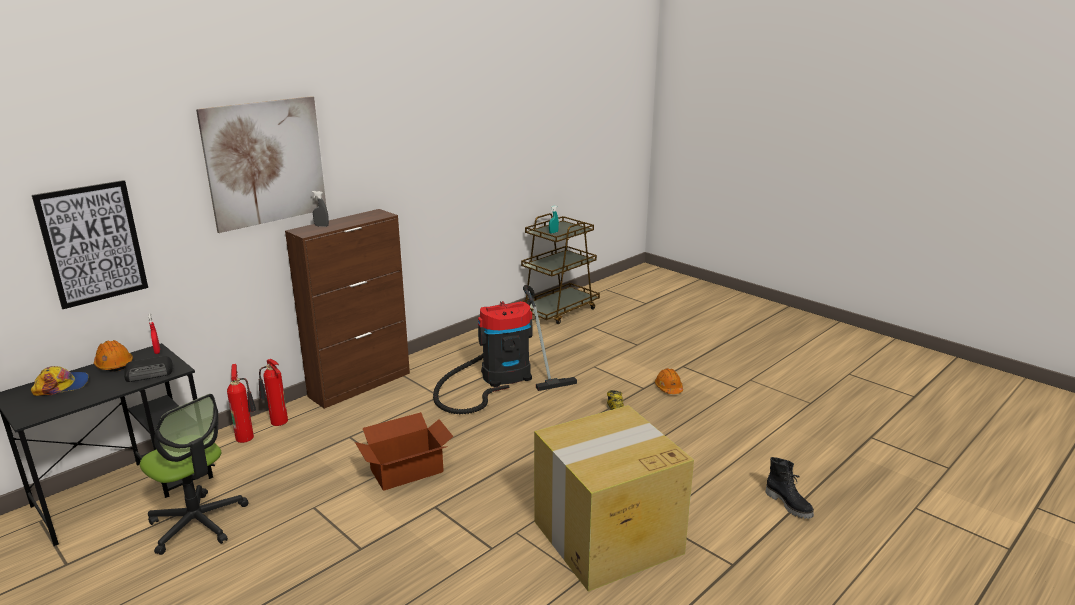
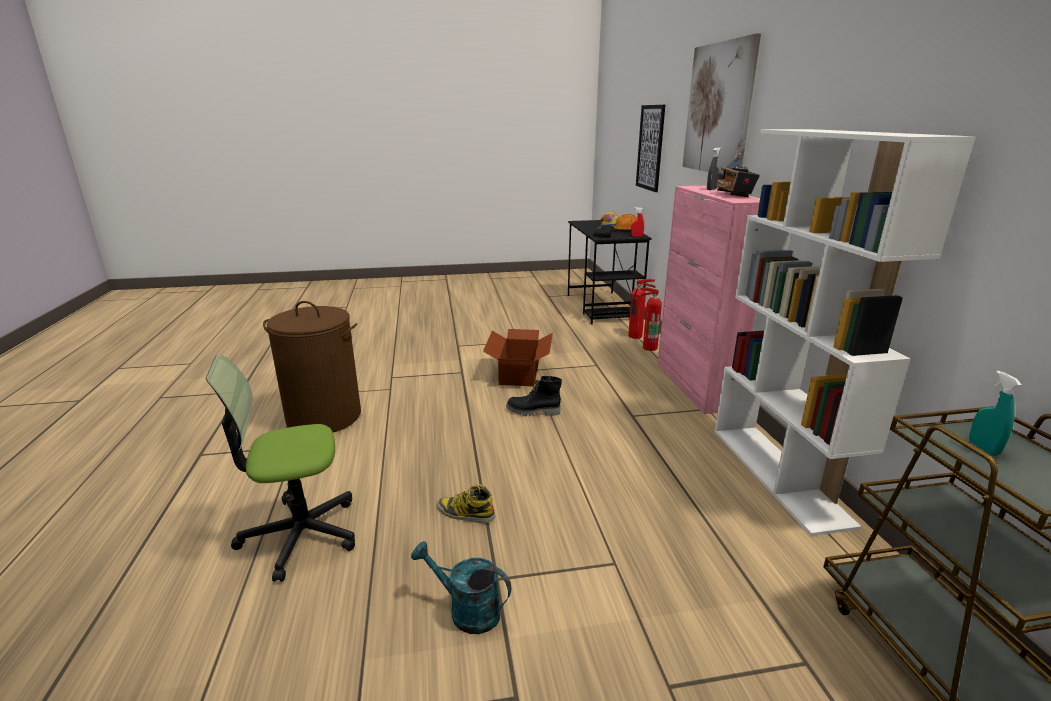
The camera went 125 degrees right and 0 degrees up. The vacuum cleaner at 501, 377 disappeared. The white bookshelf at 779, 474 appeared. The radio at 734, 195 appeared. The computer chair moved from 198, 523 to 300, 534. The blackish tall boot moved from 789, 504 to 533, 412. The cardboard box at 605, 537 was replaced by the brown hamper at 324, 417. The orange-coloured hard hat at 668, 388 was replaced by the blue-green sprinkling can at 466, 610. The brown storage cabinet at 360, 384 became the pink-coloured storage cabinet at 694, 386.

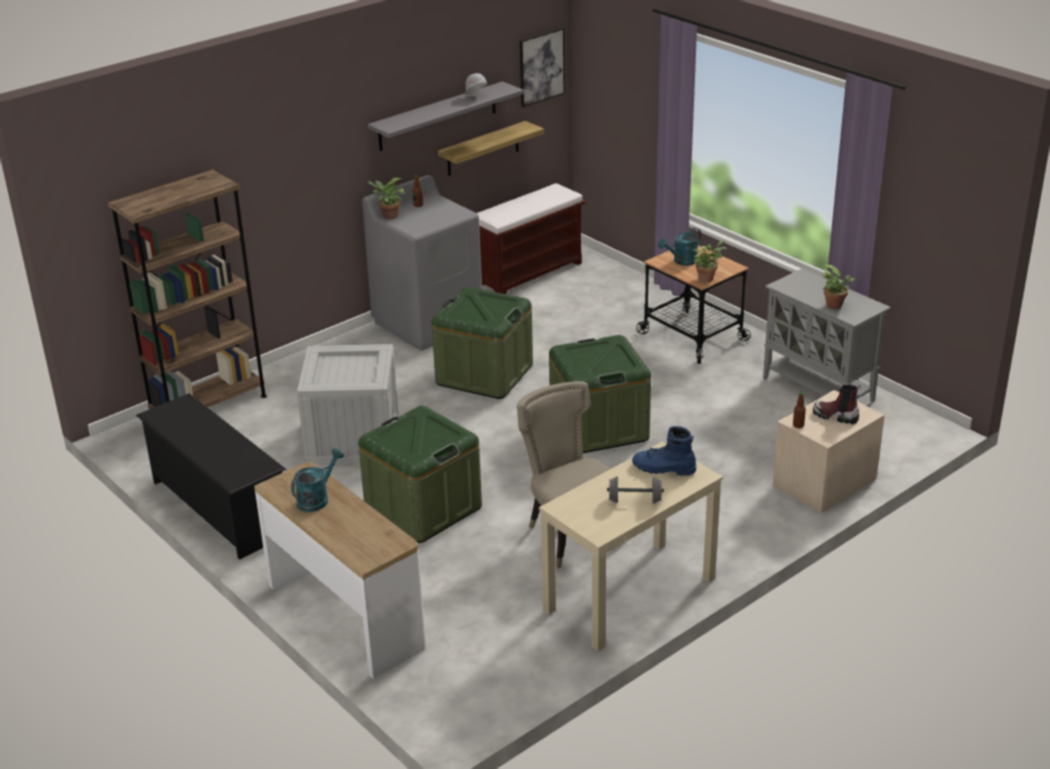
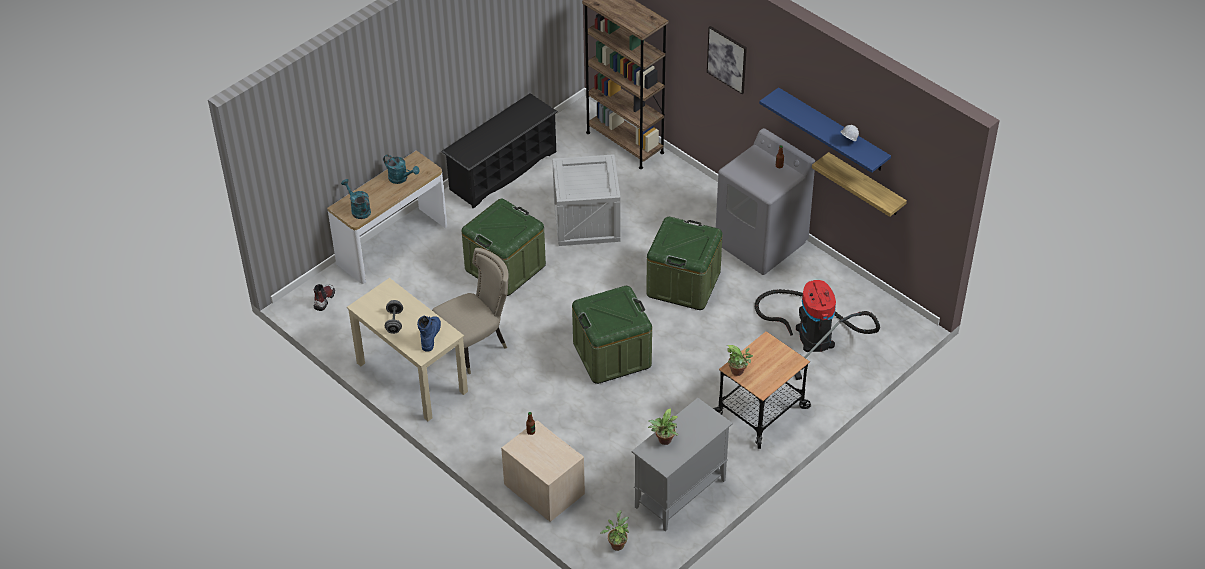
The camera went 85 degrees right and 15 degrees up. The brown indoor bench at 528, 273 disappeared. The vacuum cleaner at 812, 333 appeared. The plant in a pot moved from 388, 216 to 617, 544. The wall art moved from 541, 67 to 727, 59. The blue-green sprinkling can moved from 681, 261 to 358, 210. The tall boot moved from 835, 416 to 324, 299. The greyish wall shelf at 438, 116 became the blue wall shelf at 832, 130.

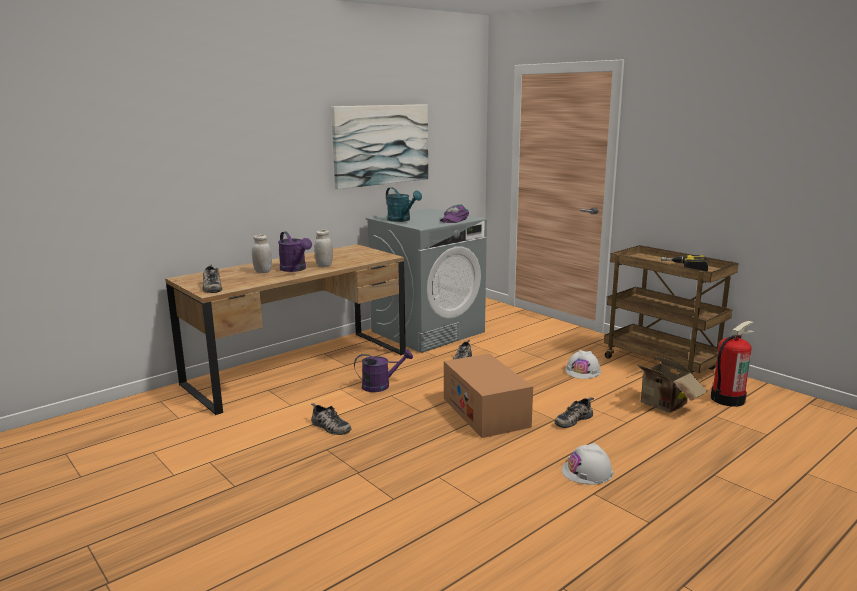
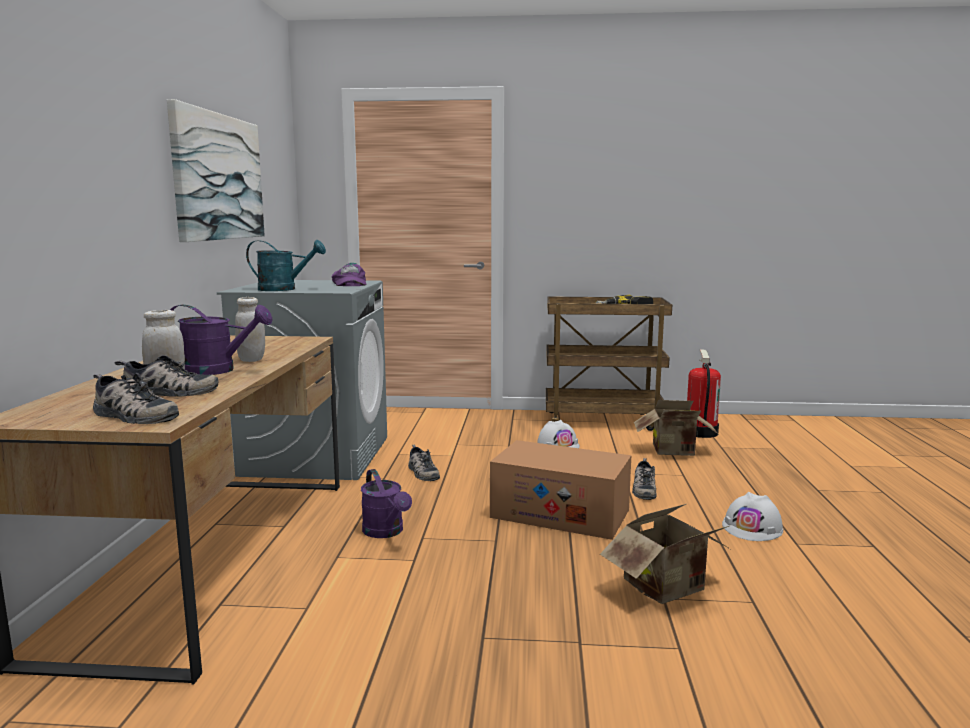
The camera went 45 degrees left and 5 degrees down. The cardboard box at 669, 589 appeared. The shoe moved from 329, 427 to 168, 393. The purple-coloured sprinkling can at 381, 386 turned 120 degrees clockwise.

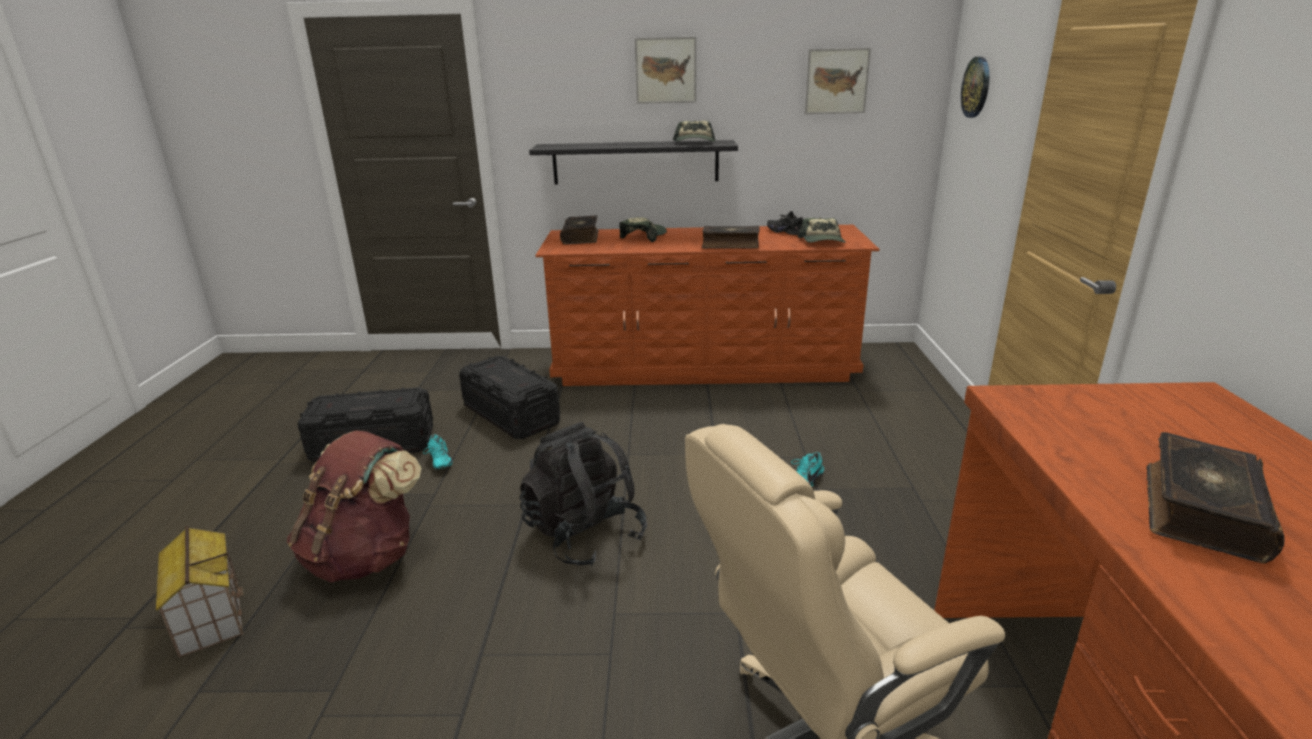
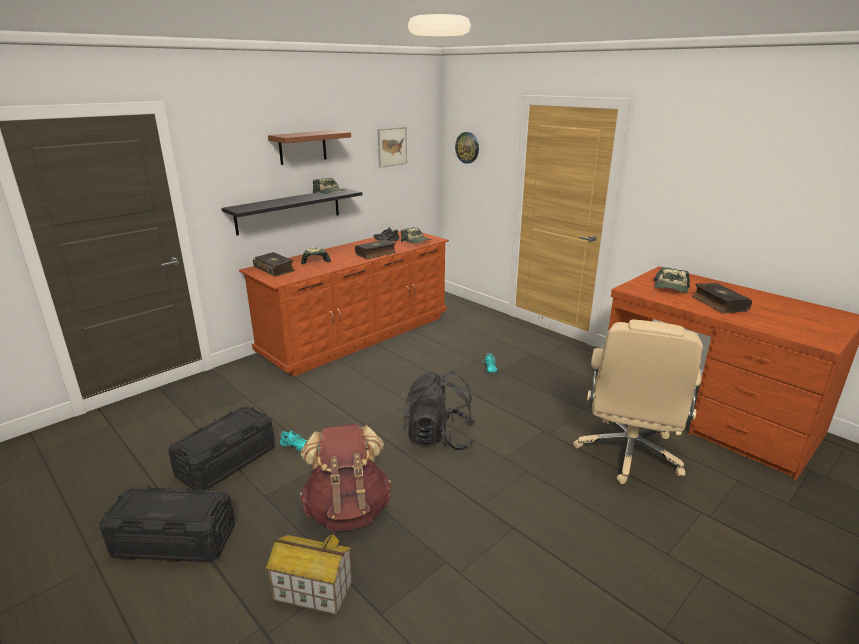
The camera went 45 degrees left and 0 degrees up. The cap at 671, 288 appeared. The blackish storage box moved from 511, 414 to 174, 540. The wall art at 665, 70 was replaced by the brown wall shelf at 302, 147.

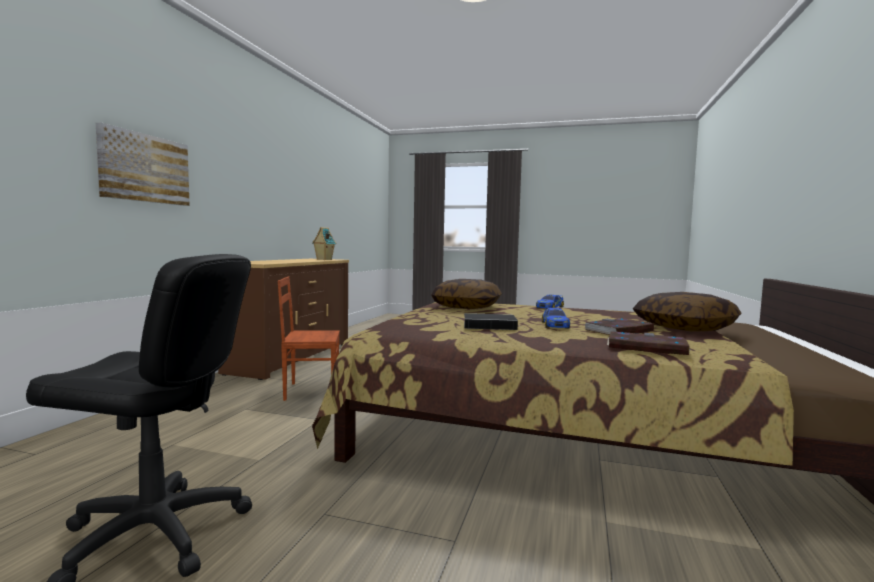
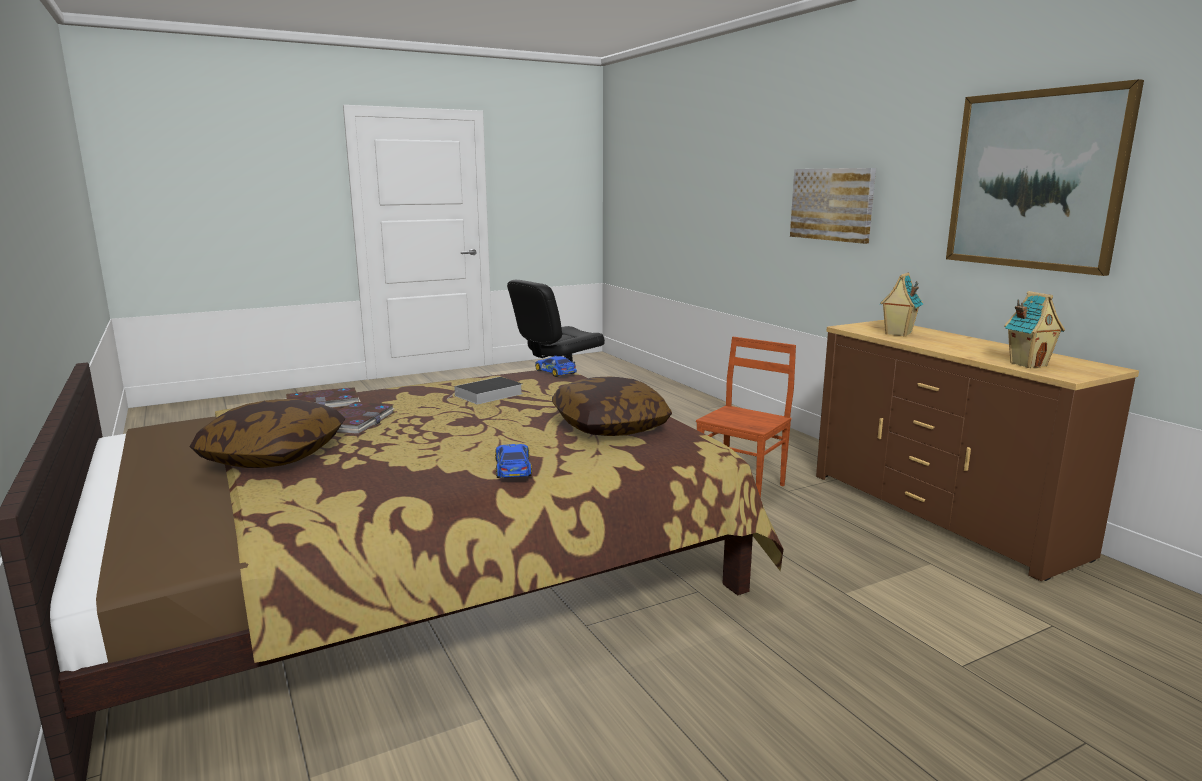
The camera went 135 degrees right and 10 degrees up. The toy house at 897, 334 appeared. The wall art at 1035, 180 appeared. The toy car moved from 555, 325 to 555, 372.

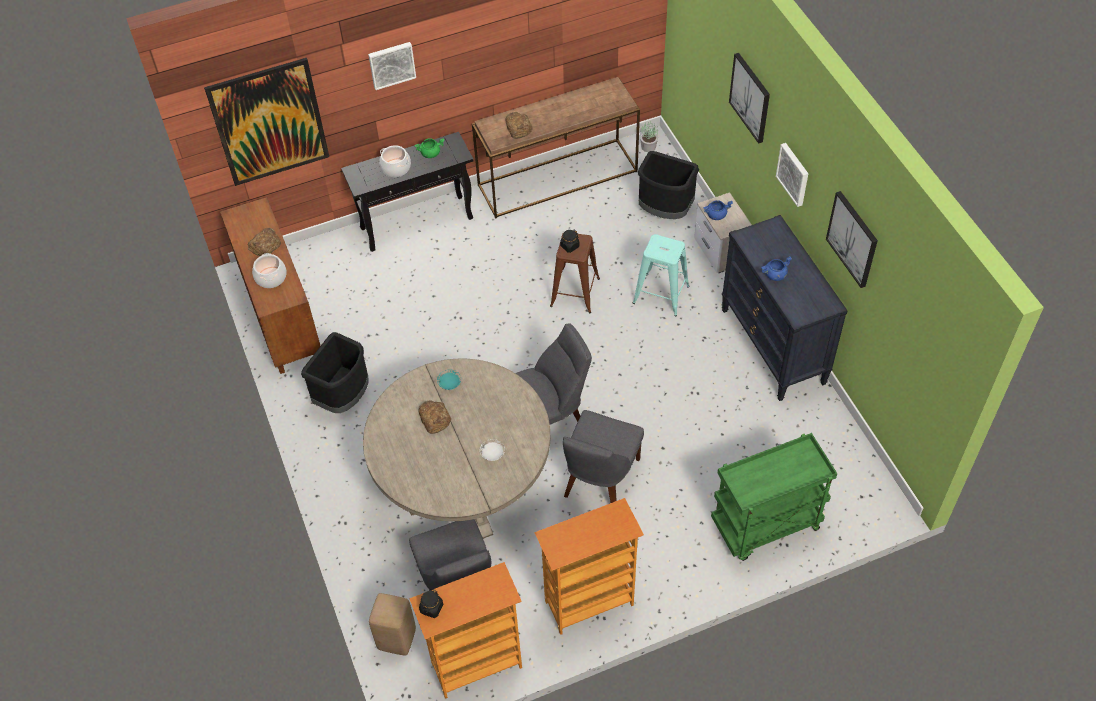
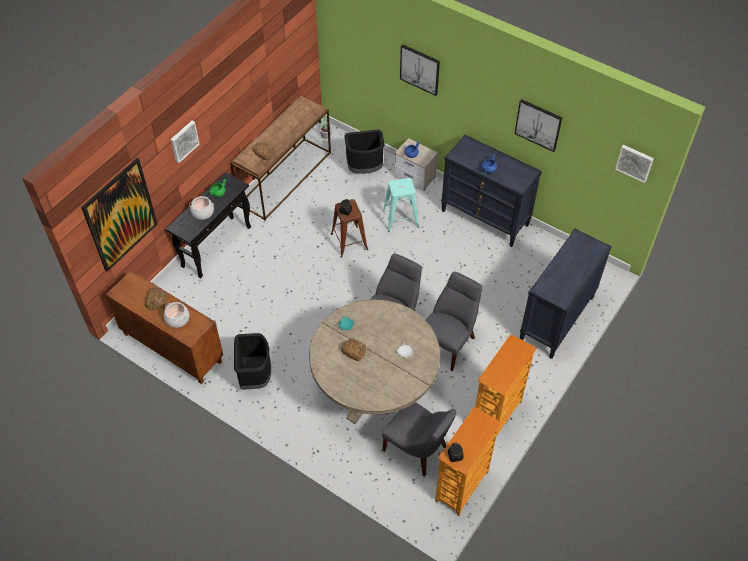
The camera went 35 degrees left and 0 degrees up. The sand-coloured stool seat at 396, 639 disappeared. The wall art moved from 794, 174 to 634, 162. The green-coloured wheeled cart at 765, 526 was replaced by the blackish dresser at 556, 319. The greyish chair at 599, 480 turned 135 degrees counterclockwise.

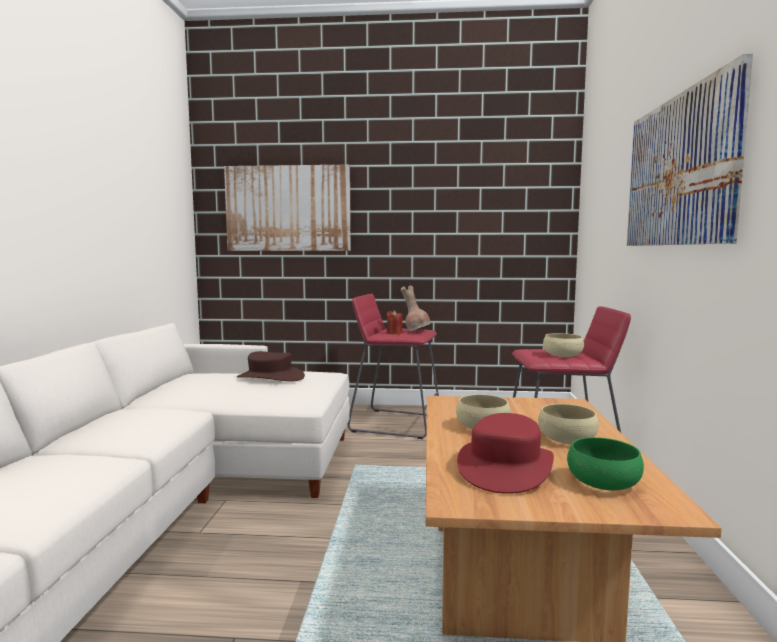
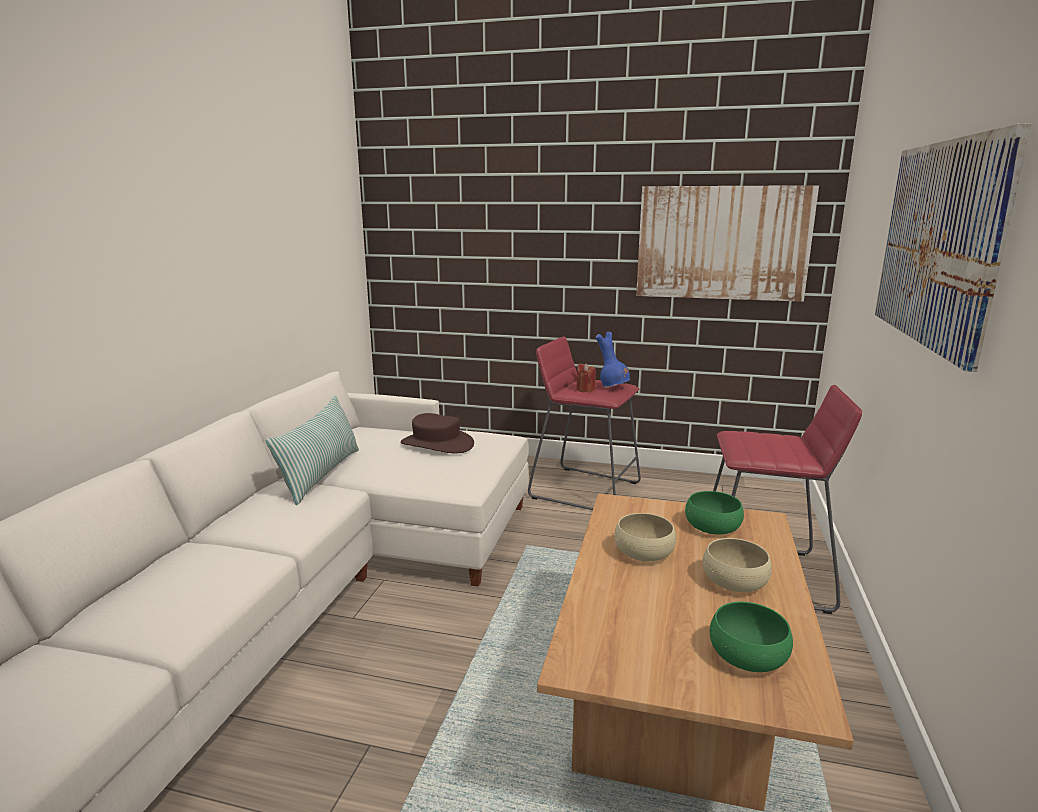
The camera went 10 degrees right and 10 degrees up. The red-coloured wearable hat at 505, 466 disappeared. The sand-coloured bowl at 562, 355 disappeared. The cushion at 321, 474 appeared. The green-coloured bowl at 712, 527 appeared. The wall art moved from 288, 208 to 722, 243. The brown flower vase at 416, 331 became the blue flower vase at 613, 387.

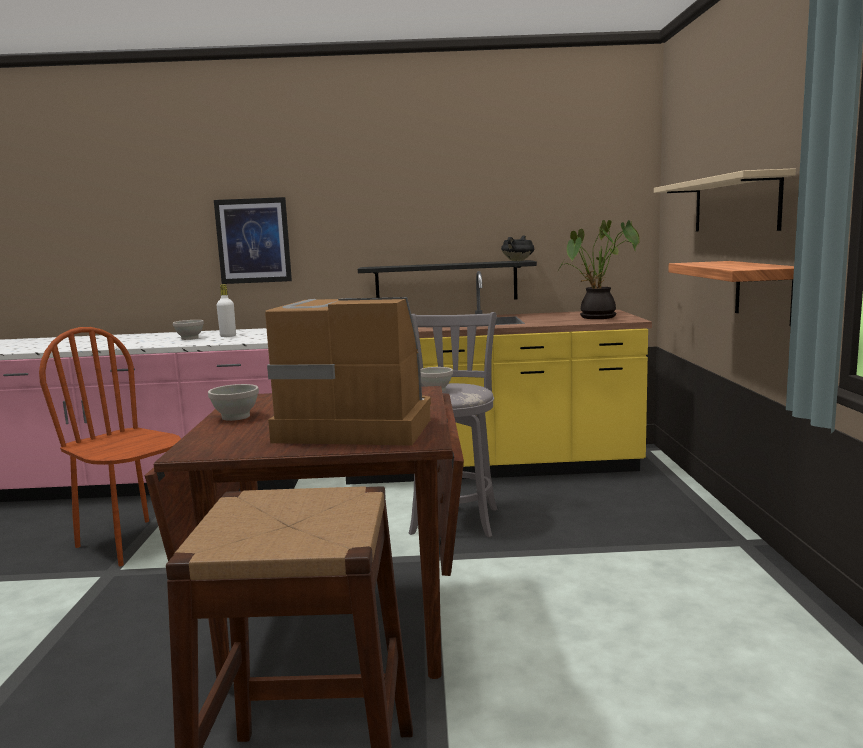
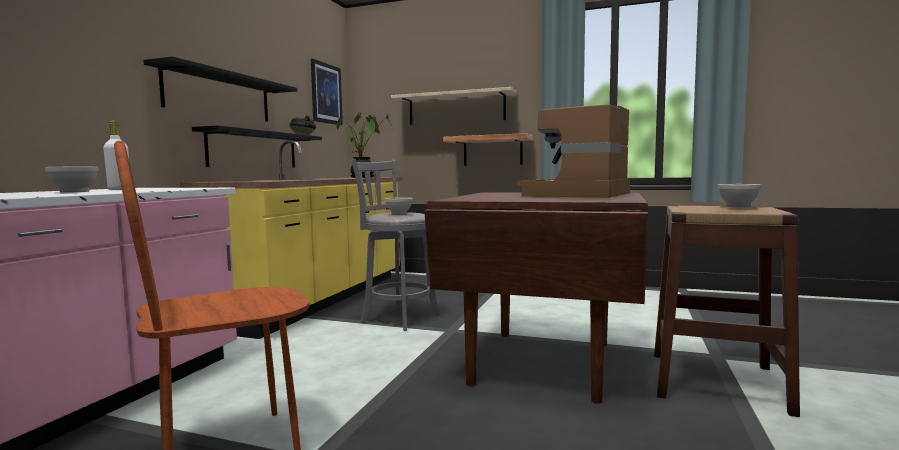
The camera went 70 degrees left and 5 degrees down. The blackish wall shelf at 219, 96 appeared. The white bowl moved from 235, 417 to 738, 206. The wall art moved from 253, 241 to 326, 93.

